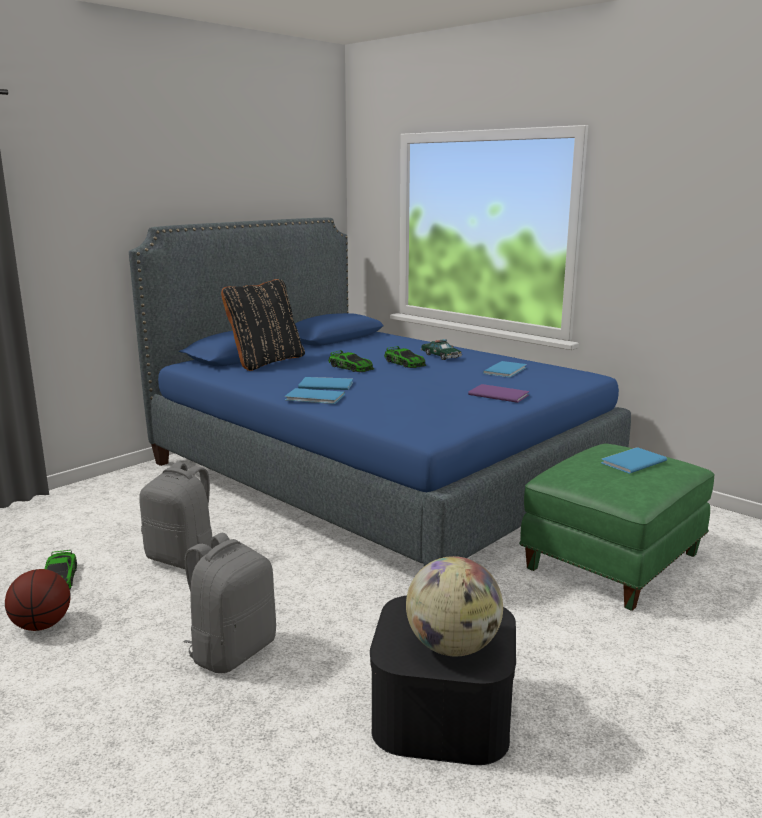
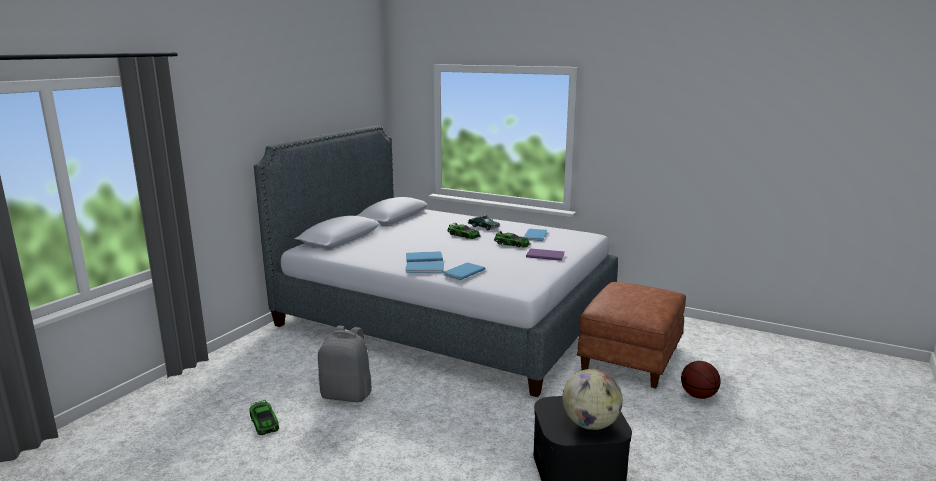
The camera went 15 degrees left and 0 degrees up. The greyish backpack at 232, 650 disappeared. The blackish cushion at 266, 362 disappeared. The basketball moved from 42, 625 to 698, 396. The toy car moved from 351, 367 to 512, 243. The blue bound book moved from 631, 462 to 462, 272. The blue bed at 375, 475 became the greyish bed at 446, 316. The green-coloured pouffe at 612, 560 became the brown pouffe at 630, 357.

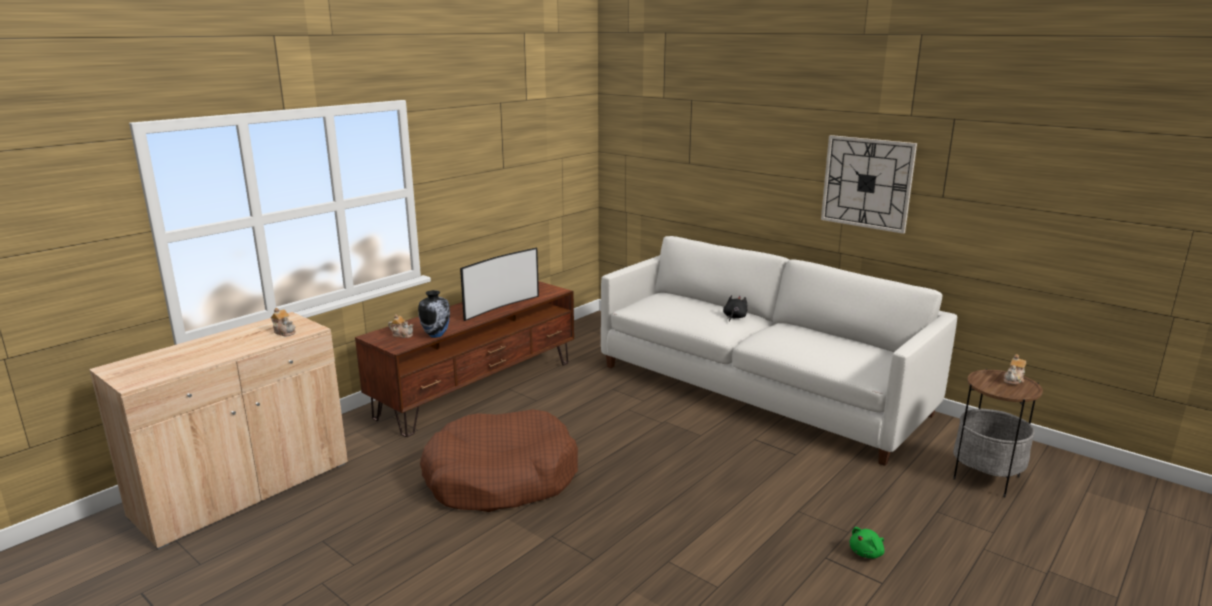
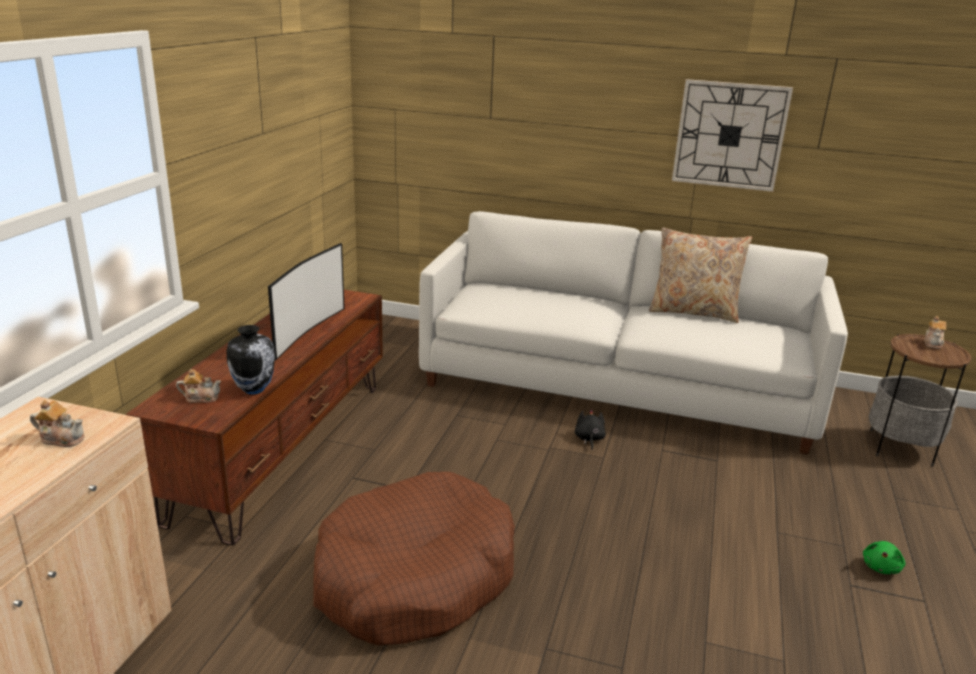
The camera went 25 degrees left and 5 degrees up. The sand-coloured cushion at 693, 312 appeared. The blackish plush toy moved from 734, 317 to 589, 439.

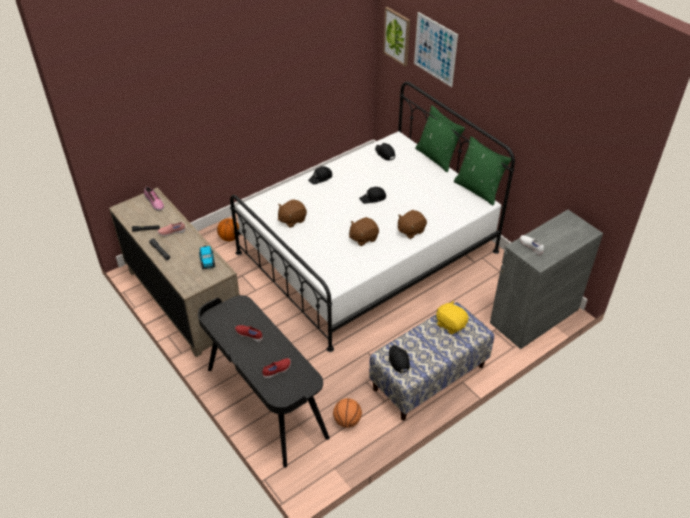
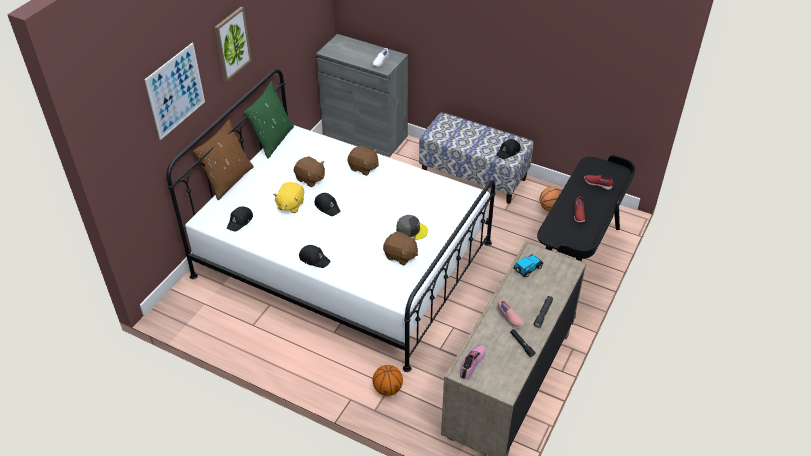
The camera went 115 degrees left and 0 degrees up. The greyish cap at 411, 230 appeared. The brown plush toy moved from 363, 238 to 310, 179. The wall art moved from 397, 36 to 232, 43. The yellow plush toy moved from 450, 324 to 290, 205. The green-coloured cushion at 437, 157 became the brown cushion at 228, 180.

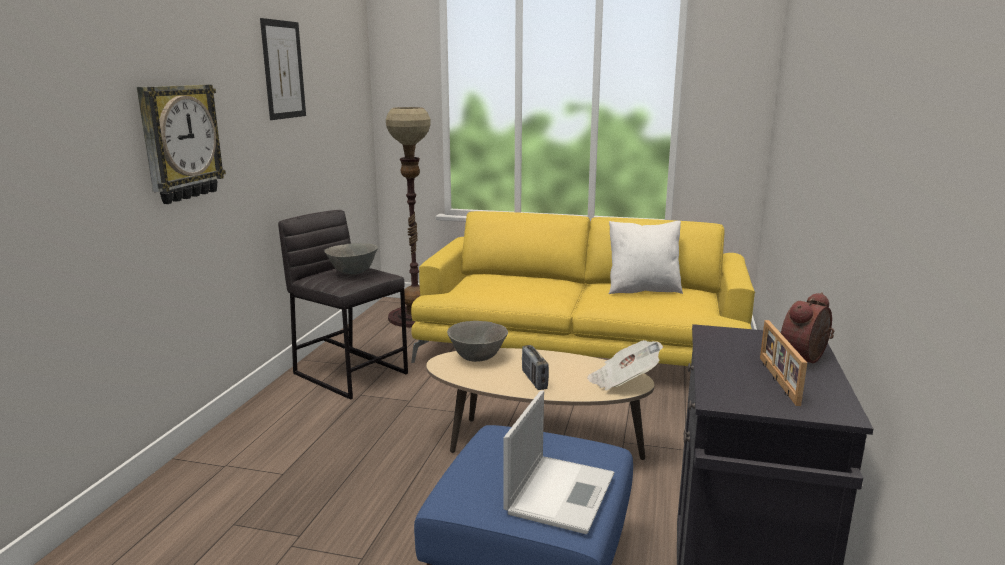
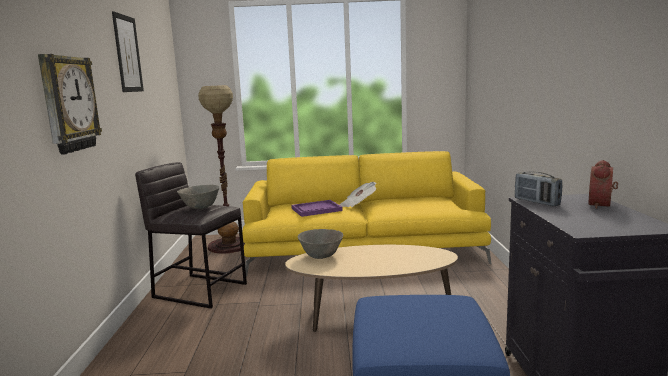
The camera went 15 degrees left and 5 degrees down. The portable computer at 561, 492 disappeared. The white cushion at 642, 290 disappeared. The photo frame at 777, 380 disappeared. The purple-coloured carrying tray at 316, 210 appeared. The radio moved from 534, 380 to 536, 202. The newspaper moved from 623, 382 to 358, 204.

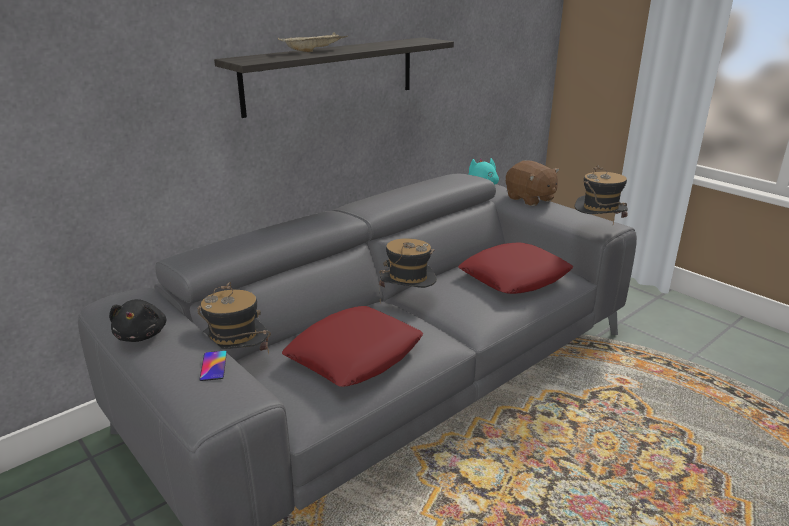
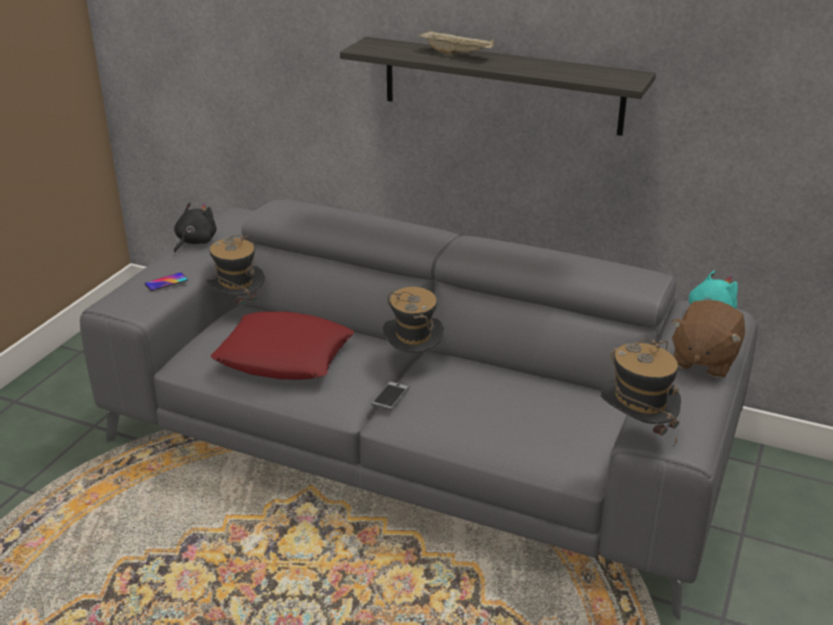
The camera went 65 degrees right and 5 degrees up. The red-coloured cushion at 514, 276 disappeared. The handset at 390, 396 appeared. The blackish plush toy at 142, 335 turned 150 degrees clockwise.

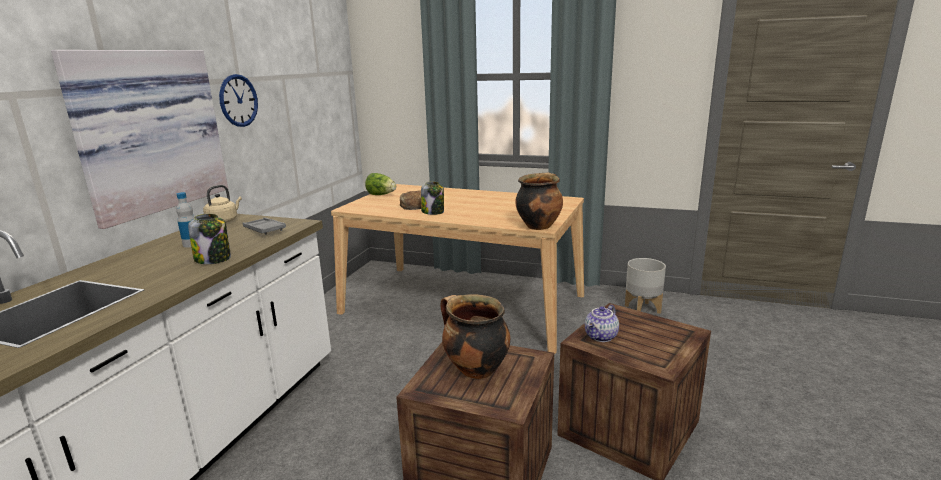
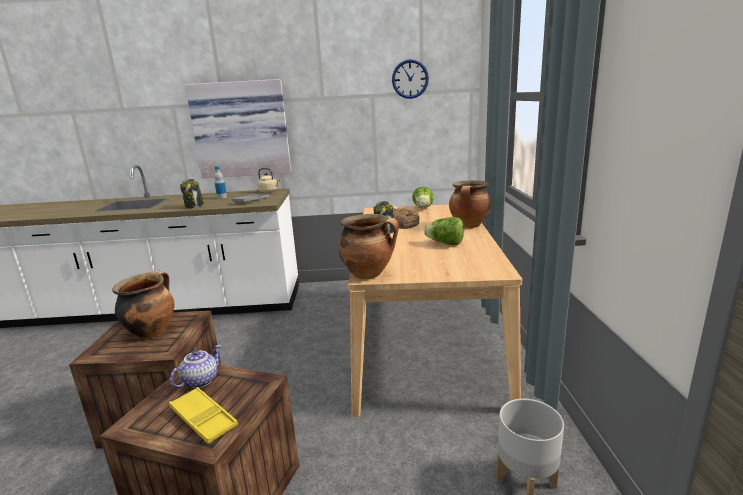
The camera went 70 degrees right and 0 degrees up. The yellow carrying tray at 203, 419 appeared. The head of lettuce at 445, 243 appeared. The saucepot at 469, 226 appeared. The clock on the wall moved from 238, 100 to 410, 79. The tea pot at 601, 337 turned 105 degrees clockwise.

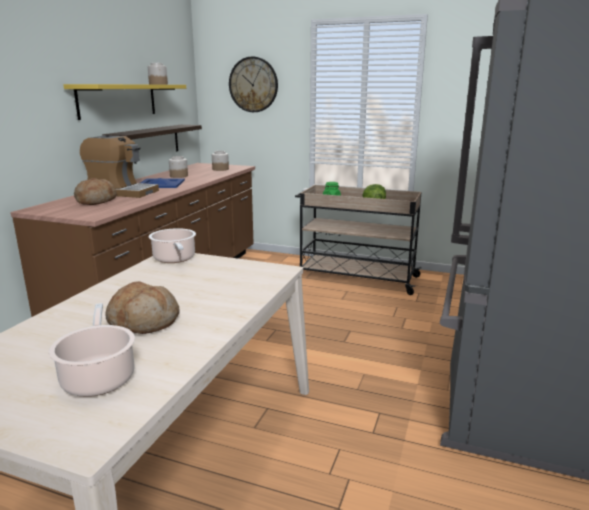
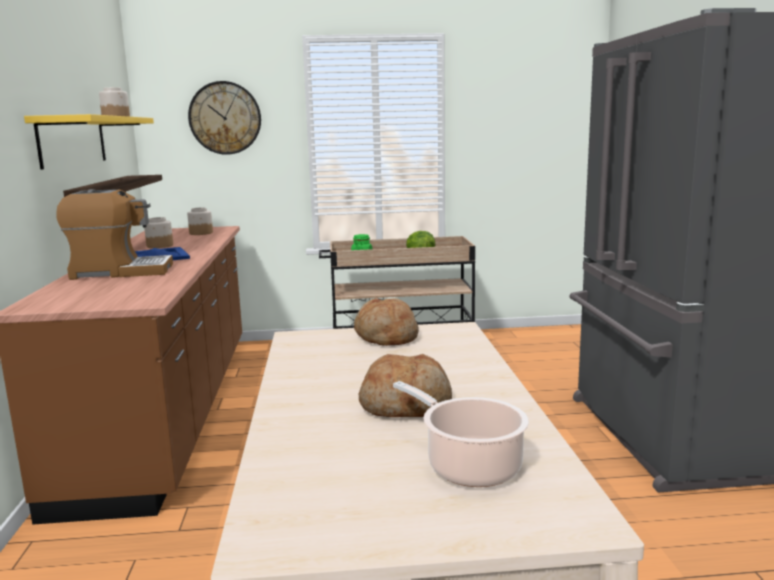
The camera went 25 degrees left and 5 degrees down. The saucepot at 175, 259 disappeared. The baked bread moved from 96, 201 to 386, 337.

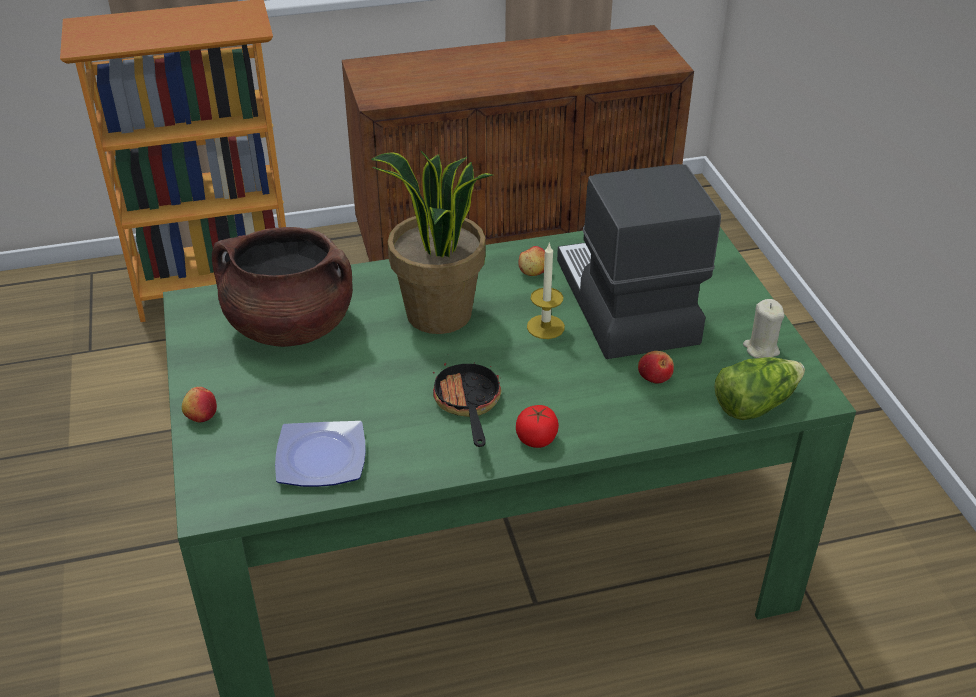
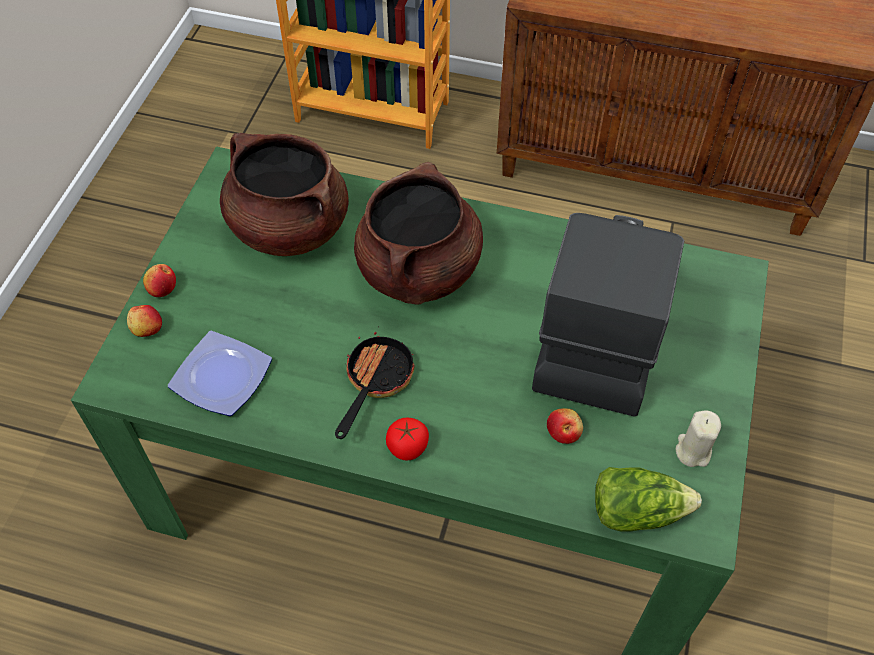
The camera went 30 degrees right and 15 degrees up. The wax candle at 545, 327 disappeared. The whole apple moved from 533, 272 to 147, 329. The plant in a pot at 438, 315 was replaced by the brown saucepot at 419, 271.

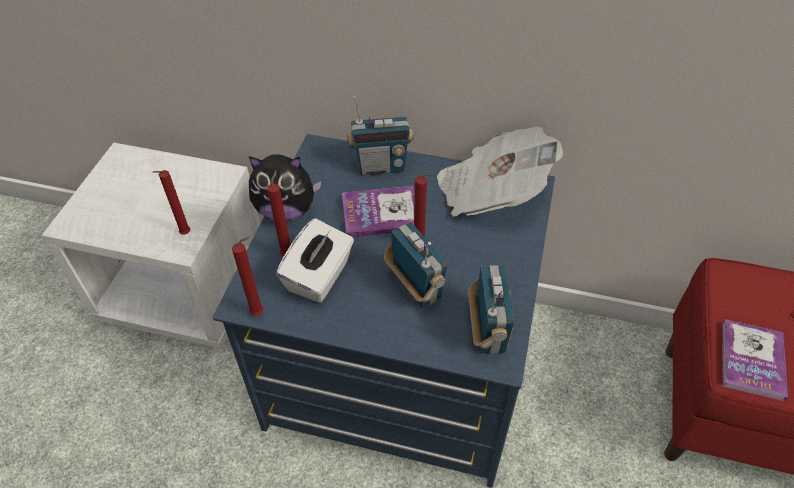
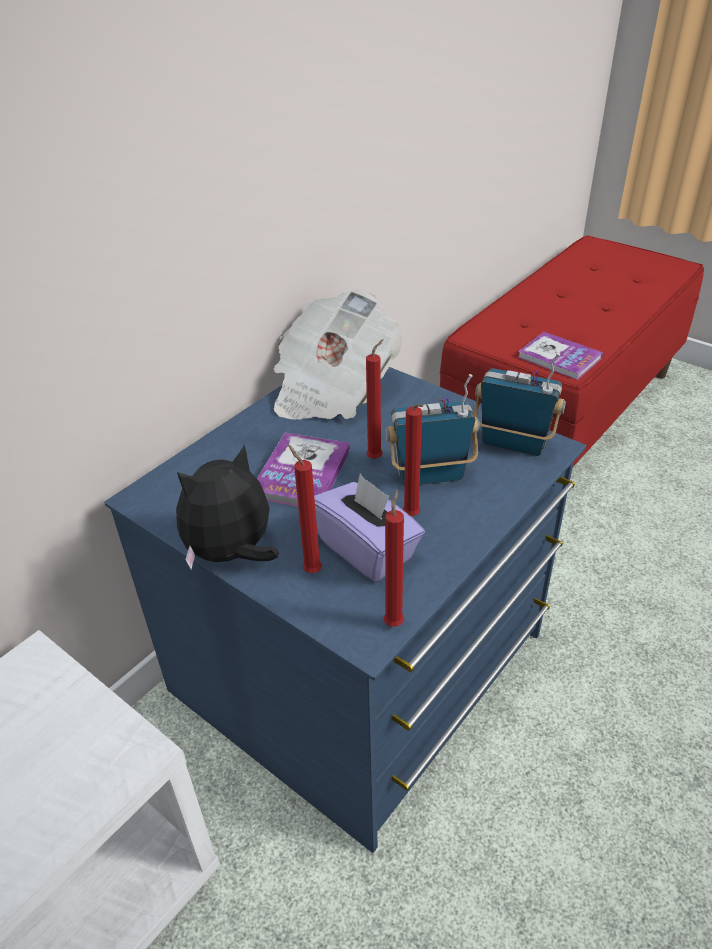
The camera went 65 degrees left and 10 degrees down. The radio at 381, 167 disappeared. The red-coloured wax candle moved from 184, 234 to 412, 517. The white tissue holder at 319, 276 became the purple-coloured tissue holder at 367, 549. The plush toy at 286, 210 turned 150 degrees counterclockwise.

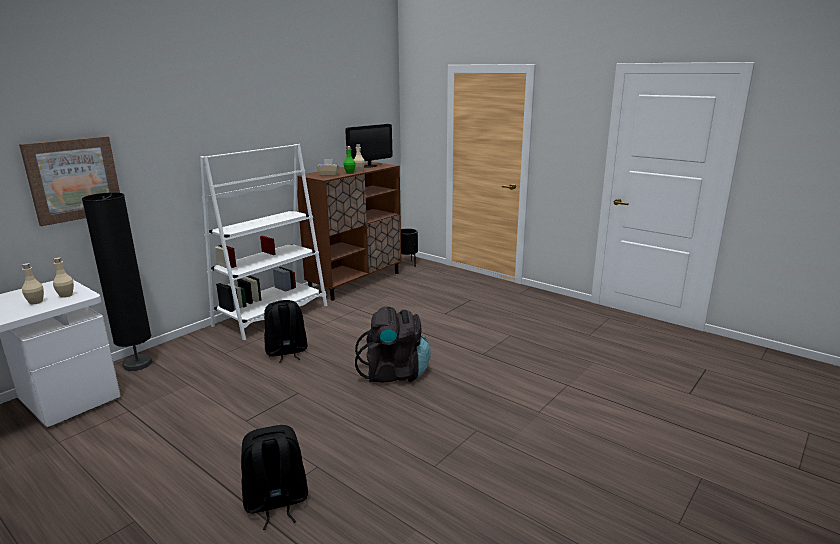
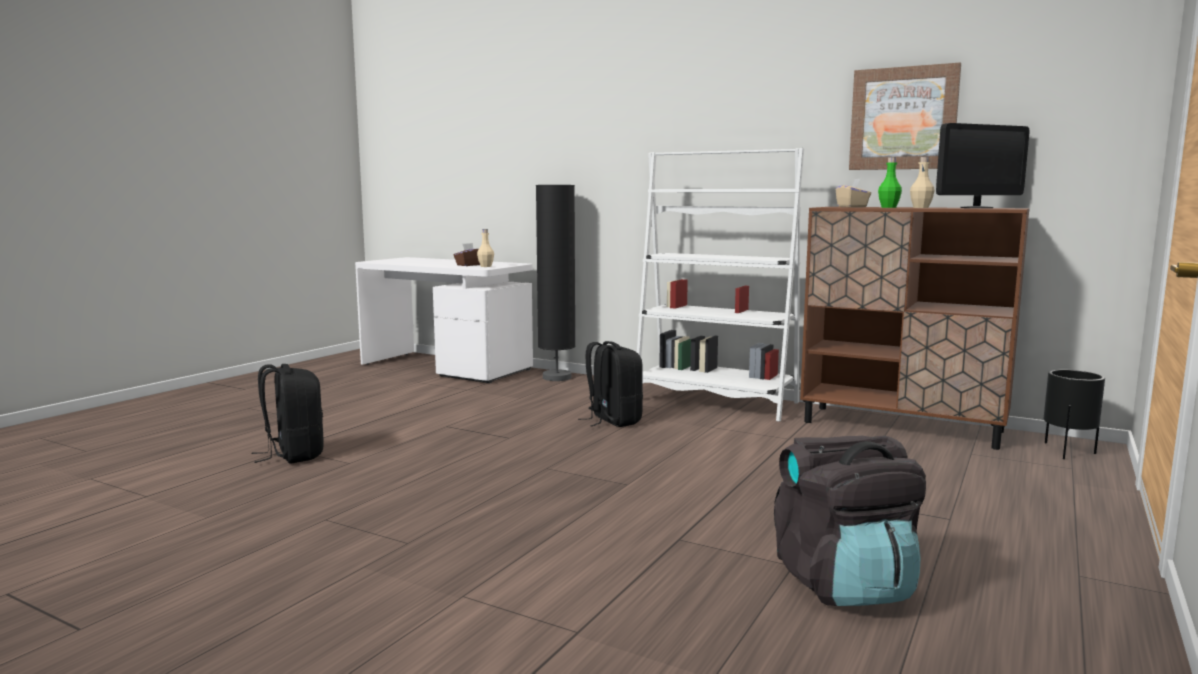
The camera went 80 degrees right and 10 degrees down. The wall art moved from 73, 179 to 903, 118. The blackish backpack moved from 394, 373 to 844, 583. The sand-coloured beverage bottle at 36, 302 was replaced by the brown tissue holder at 469, 265. The computer display at 369, 166 turned 60 degrees counterclockwise.

